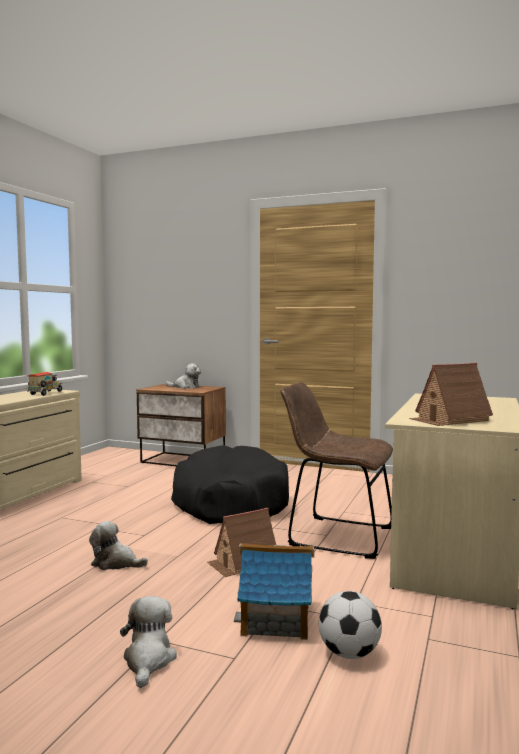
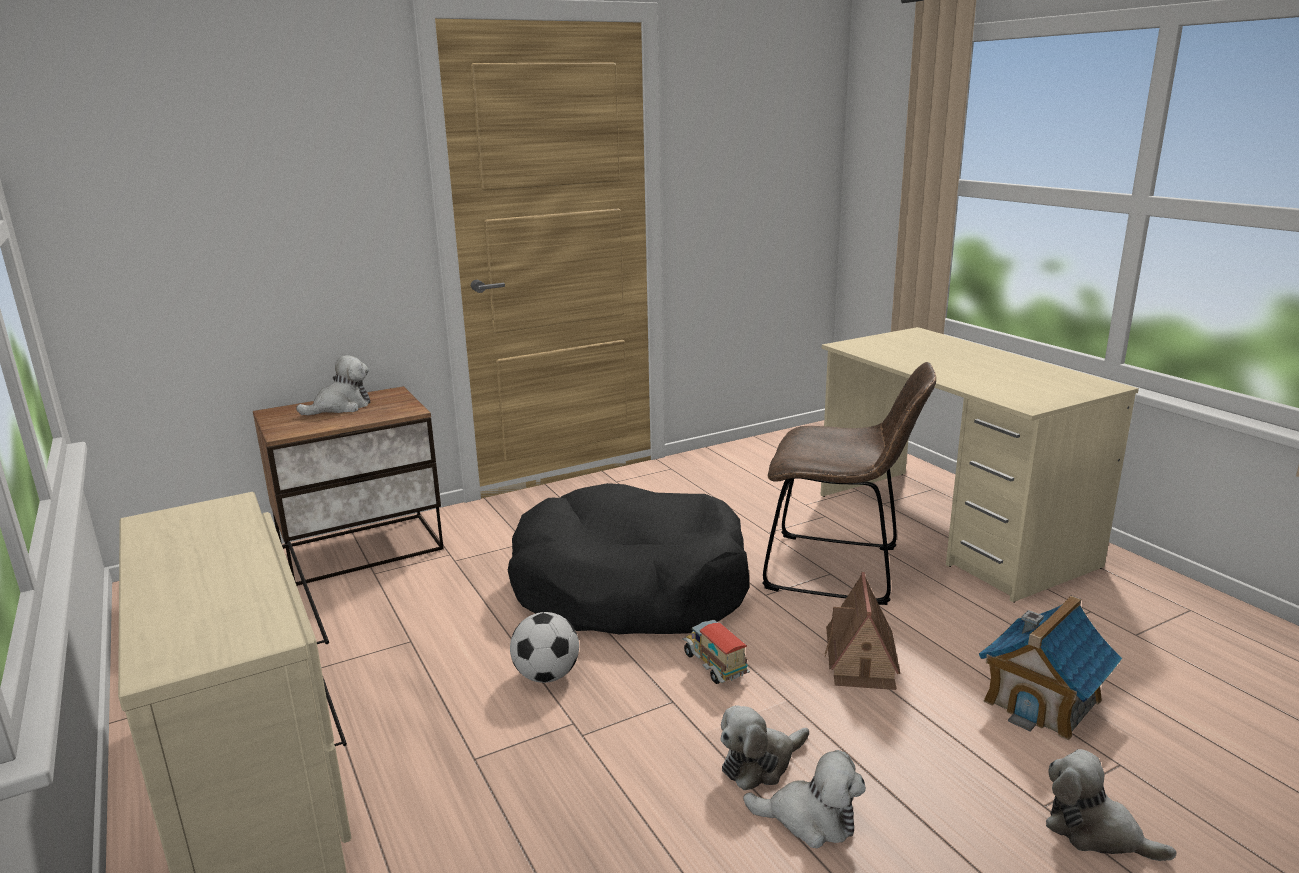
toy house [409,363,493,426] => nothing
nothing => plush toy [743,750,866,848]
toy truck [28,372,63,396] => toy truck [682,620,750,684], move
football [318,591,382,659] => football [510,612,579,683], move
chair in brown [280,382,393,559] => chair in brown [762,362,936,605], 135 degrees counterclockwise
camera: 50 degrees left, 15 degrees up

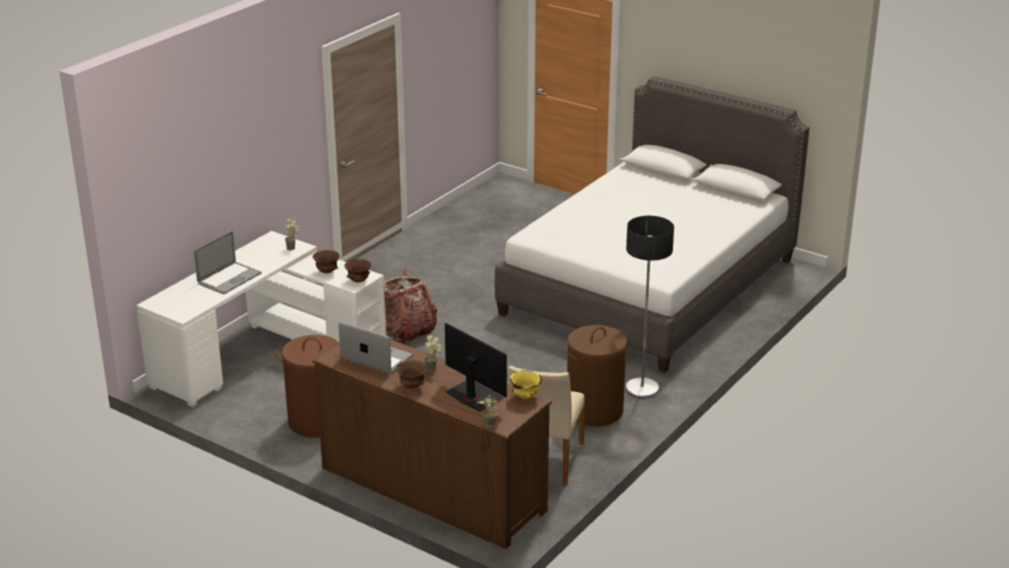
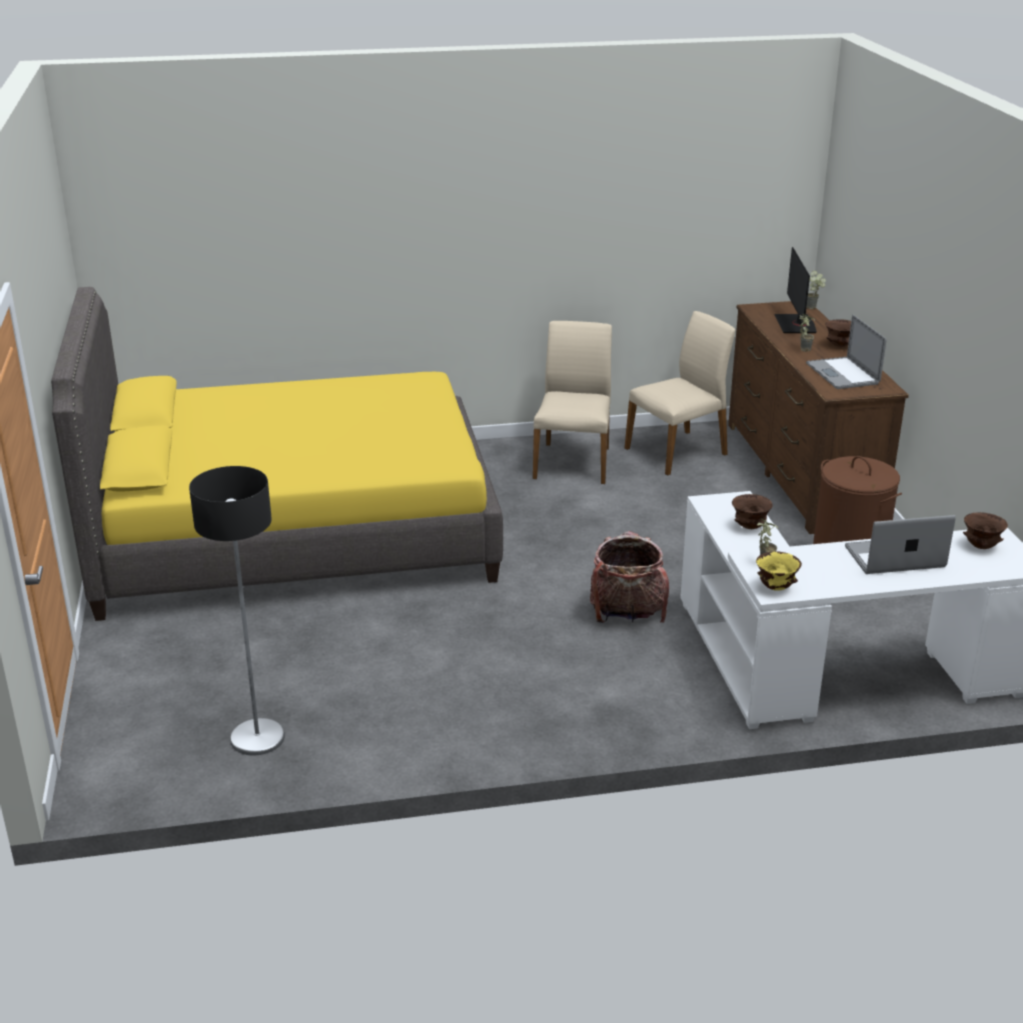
bowl in brown [344,259,371,282] => bowl in brown [963,512,1008,549], move
bowl in yellow [510,370,542,399] => bowl in yellow [756,551,802,591], move
floor lamp [625,216,674,399] => floor lamp [189,466,285,755], move
laundry basket in brown [566,325,628,427] => chair in beige [533,321,612,484]
bed in white [495,76,810,373] => bed in yellow [51,287,503,621]
camera: 135 degrees left, 0 degrees up

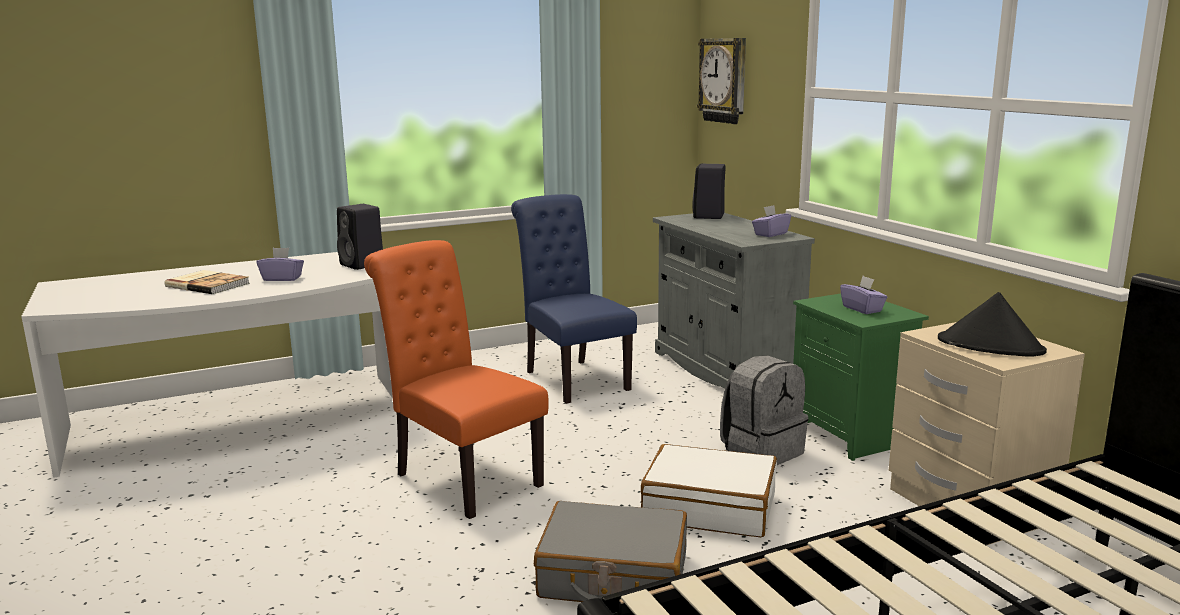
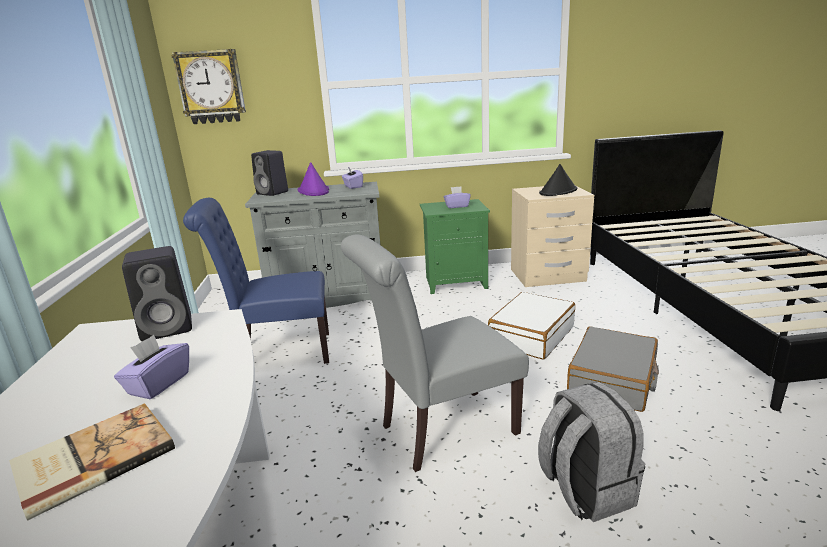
nothing => hat in purple [298,162,329,196]
backpack in grey [720,355,808,465] => backpack in grey [538,382,645,522], move
chair in orange [364,240,549,519] => chair in grey [341,235,529,472]
camera: 70 degrees left, 5 degrees up

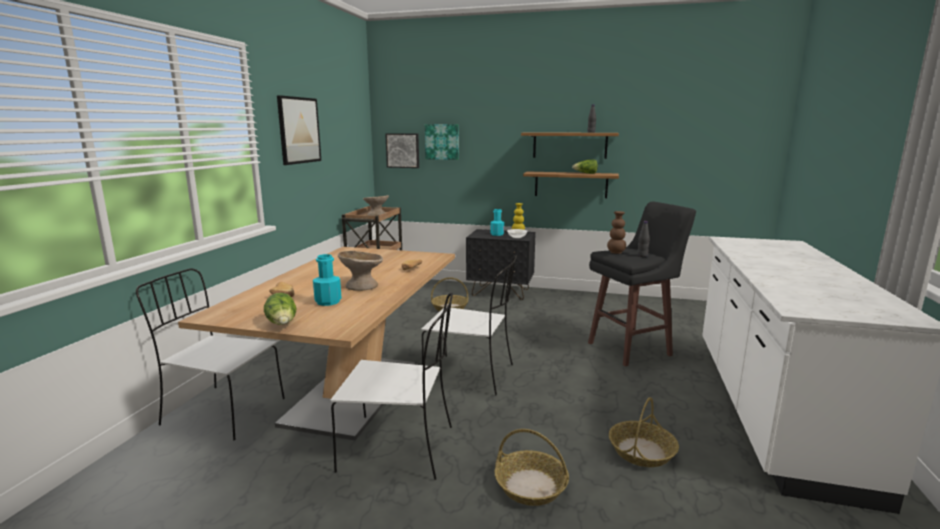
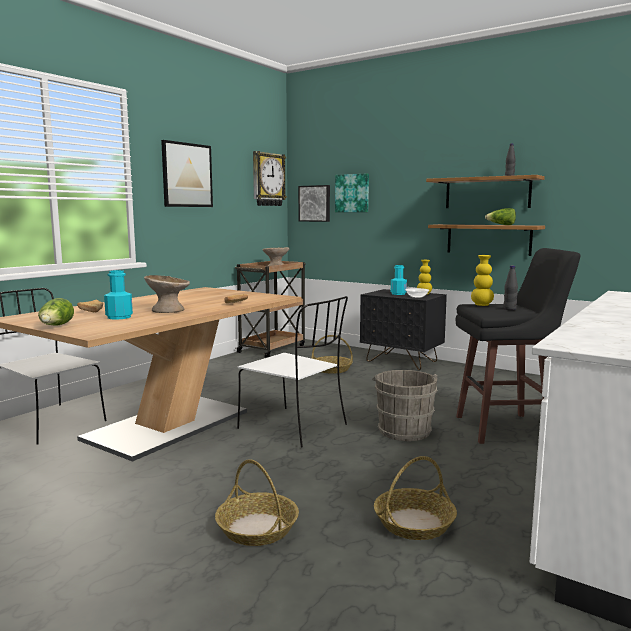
chair in white [331,293,453,480] => nothing
nothing => wall clock [253,151,287,206]
nothing => bucket in grey [372,370,438,441]
vase in brown [607,211,626,254] => vase in yellow [471,255,494,306]
camera: 20 degrees right, 5 degrees down

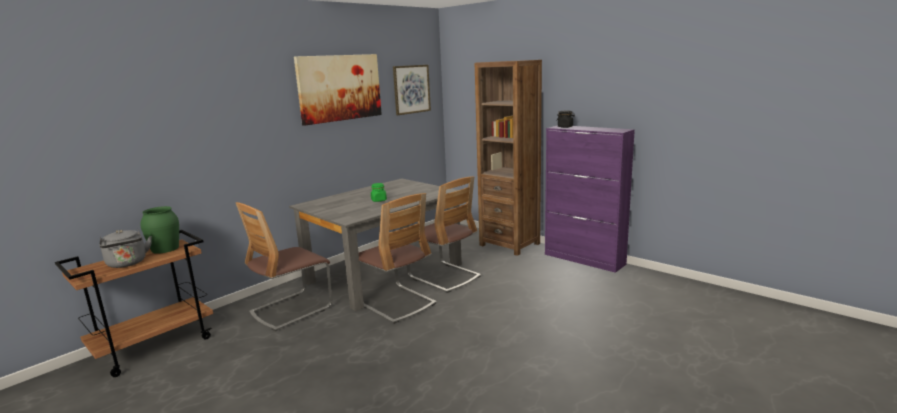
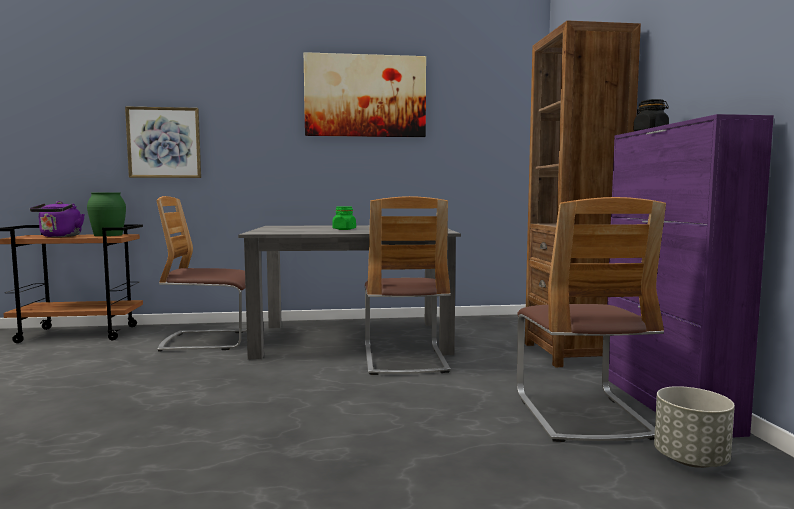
nothing => planter in grey [654,386,735,468]
chair [359,193,437,324] => chair [517,197,666,442], move
picture [393,65,431,115] => picture [125,106,201,178], move
kettle in grey [100,229,152,268] => kettle in purple [30,201,85,237]
camera: 40 degrees right, 10 degrees down

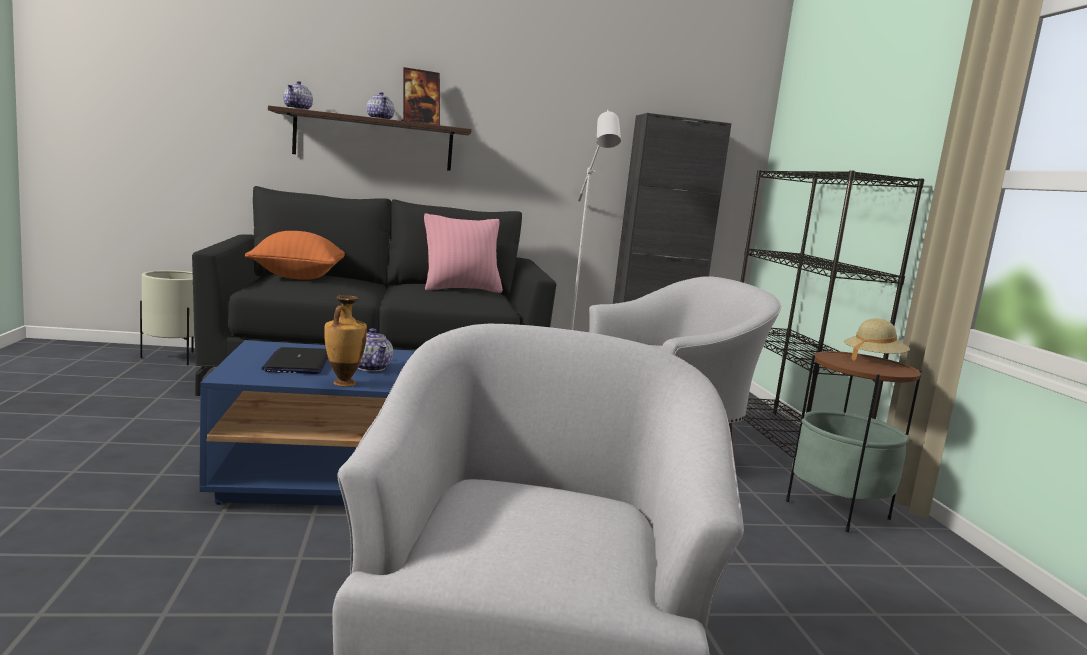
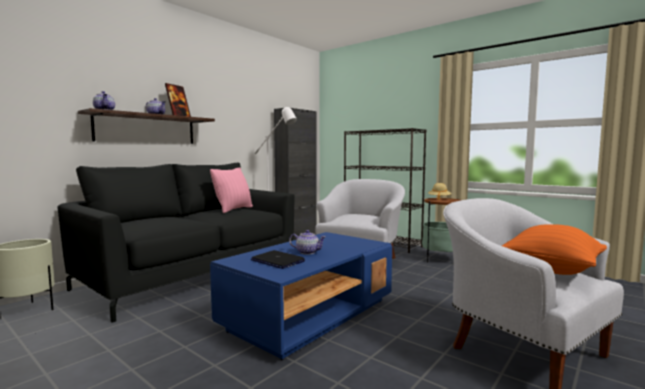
vase [324,295,367,387] => nothing
pillow in orange [245,231,345,280] => pillow in orange [502,224,607,275], move
camera: 40 degrees left, 5 degrees down

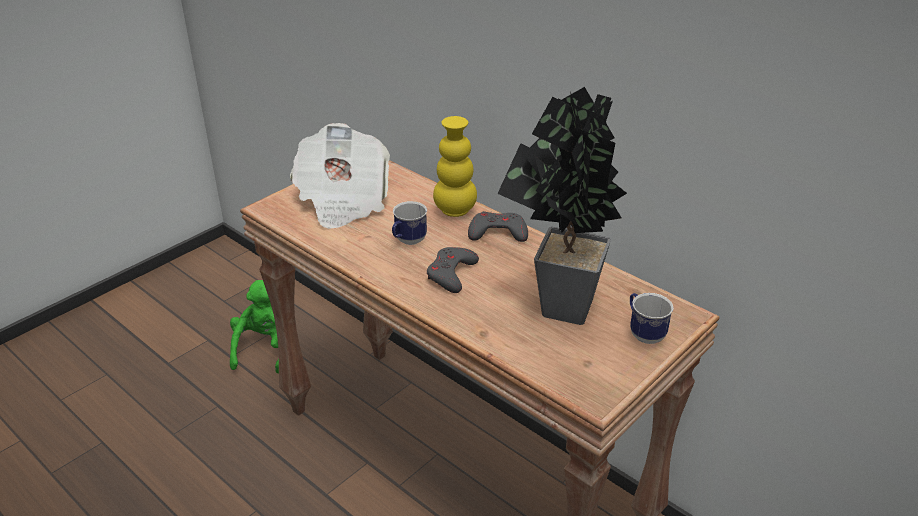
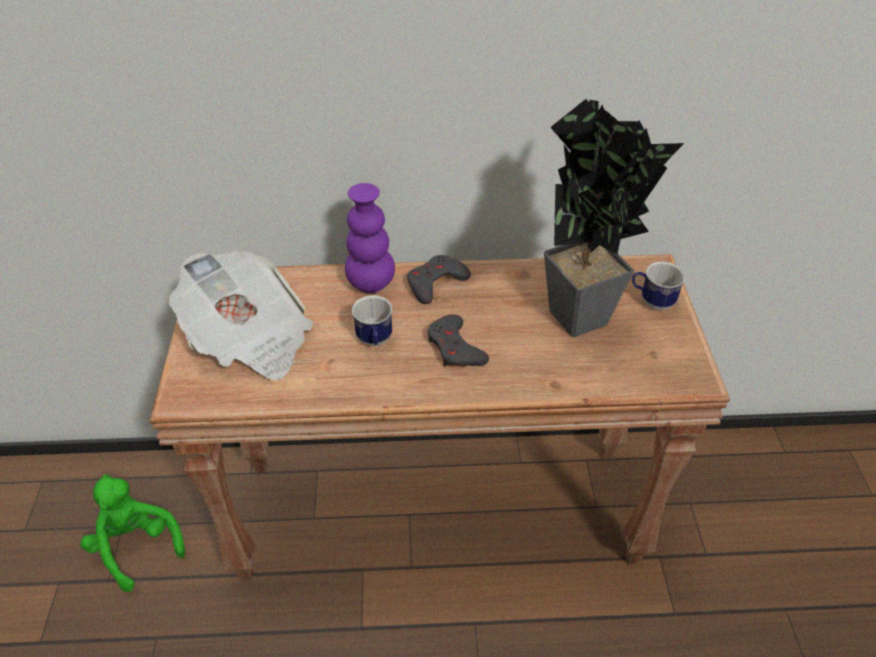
vase in yellow [433,116,477,217] => vase in purple [345,183,395,293]
camera: 45 degrees left, 10 degrees up

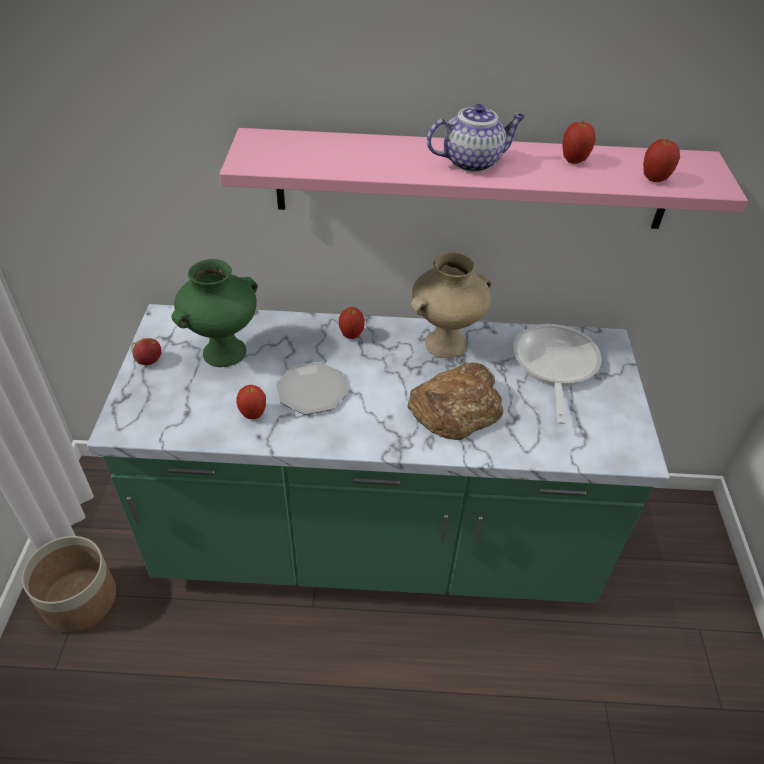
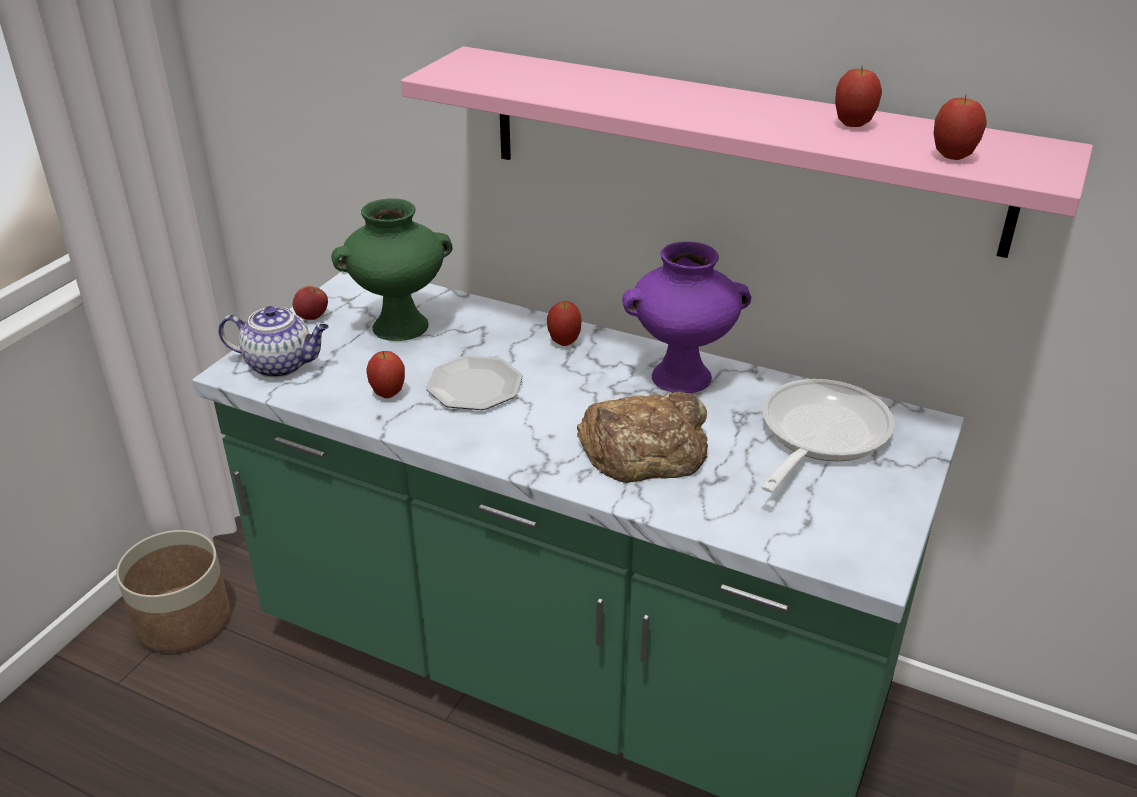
teapot [427,104,525,172] => teapot [218,306,329,378], move
vase in beige [411,252,492,358] => vase in purple [622,242,751,393]
camera: 25 degrees right, 10 degrees down

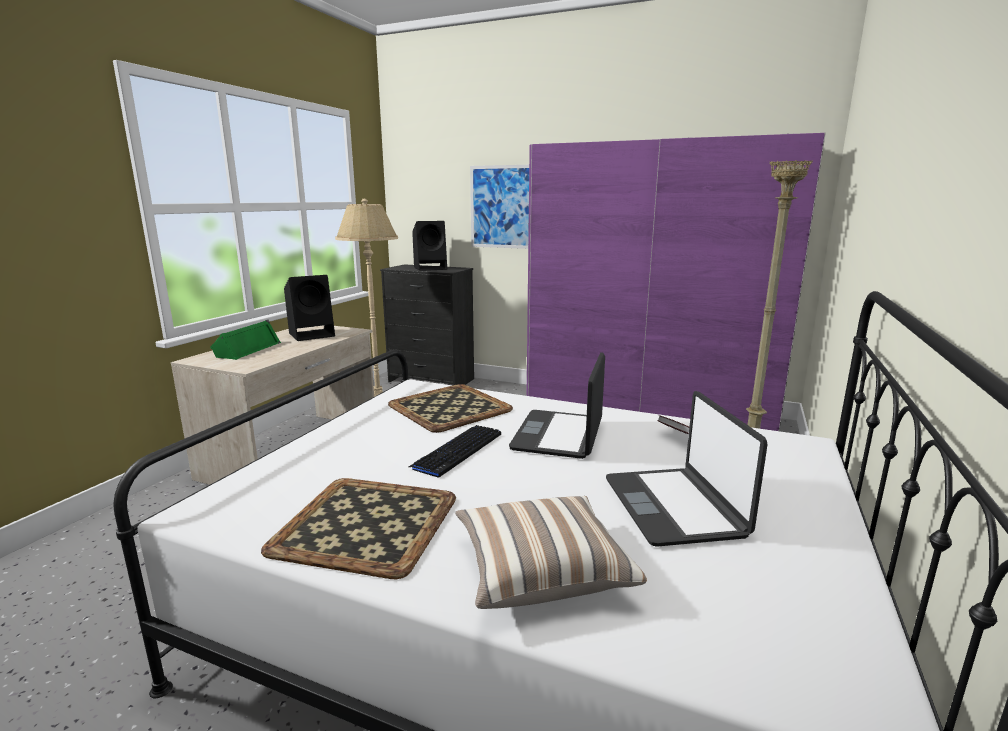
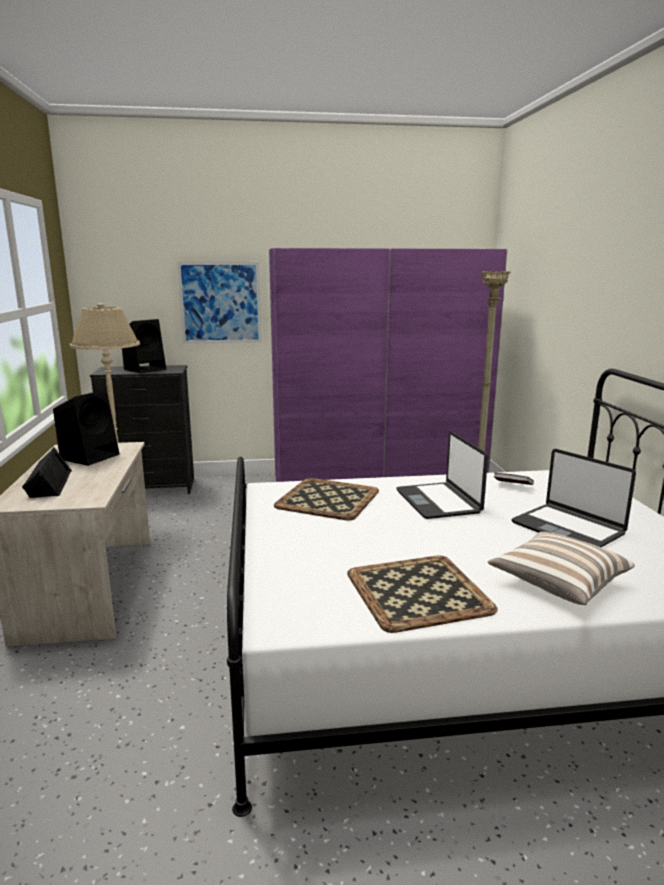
keyboard [409,425,501,477] => nothing
speaker in green [210,320,281,360] => speaker in black [22,447,72,498]
camera: 30 degrees left, 0 degrees up

